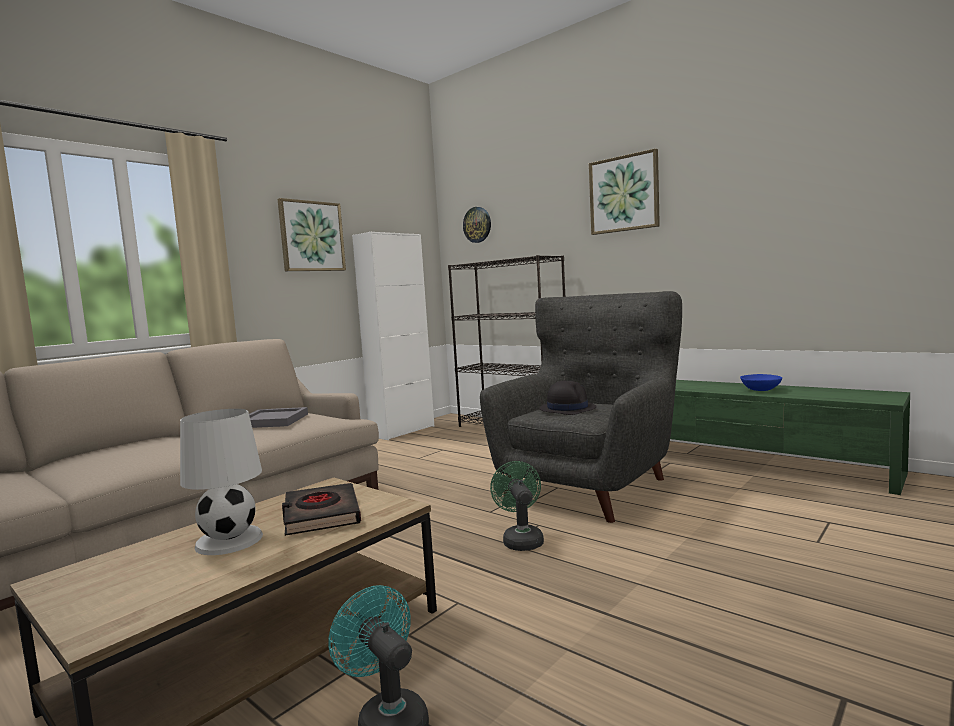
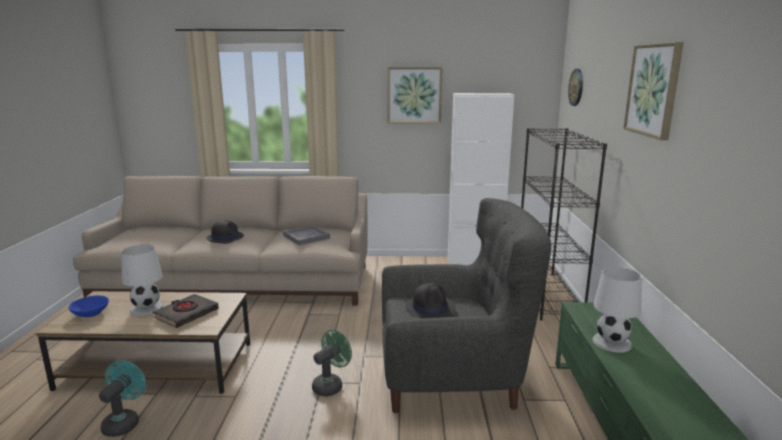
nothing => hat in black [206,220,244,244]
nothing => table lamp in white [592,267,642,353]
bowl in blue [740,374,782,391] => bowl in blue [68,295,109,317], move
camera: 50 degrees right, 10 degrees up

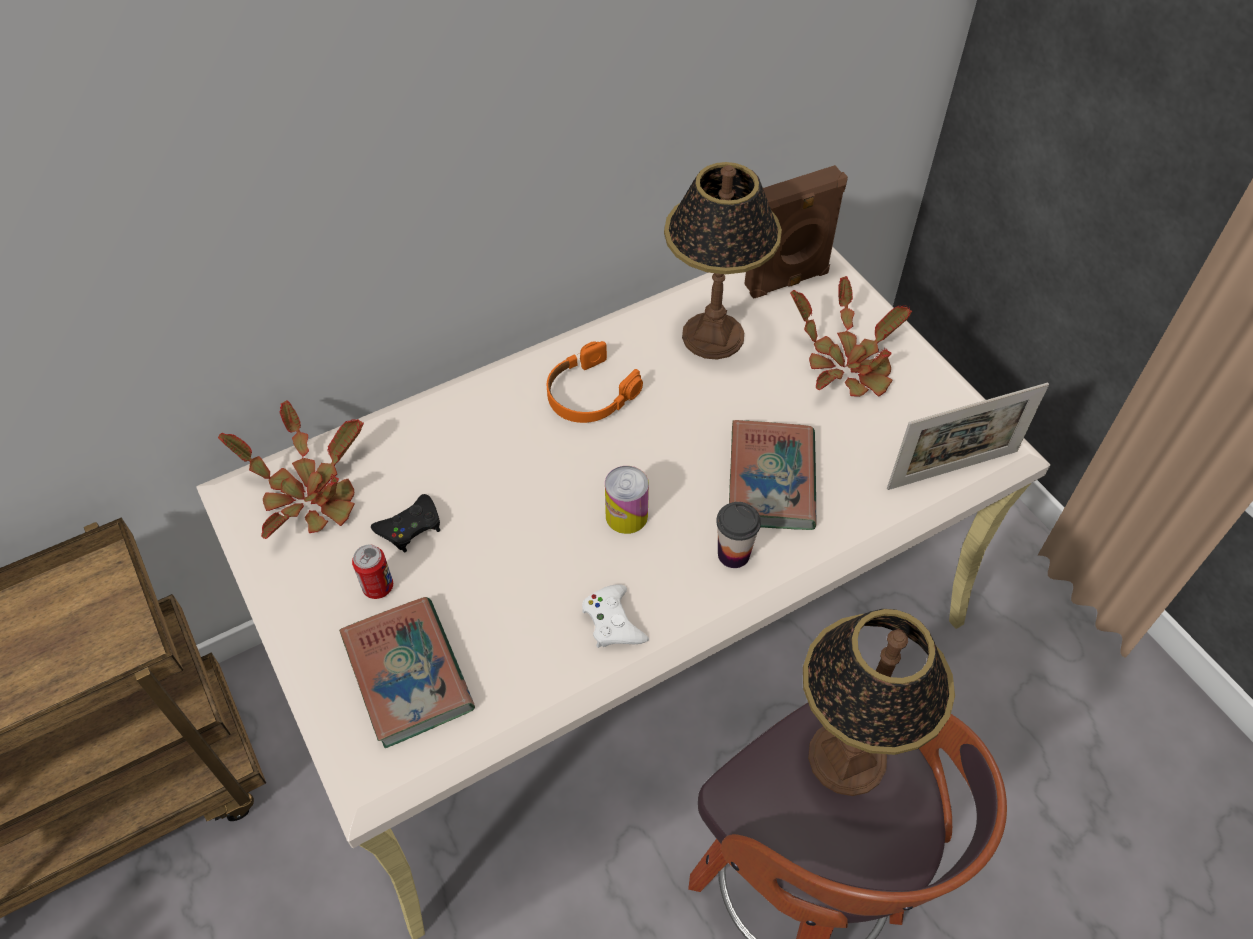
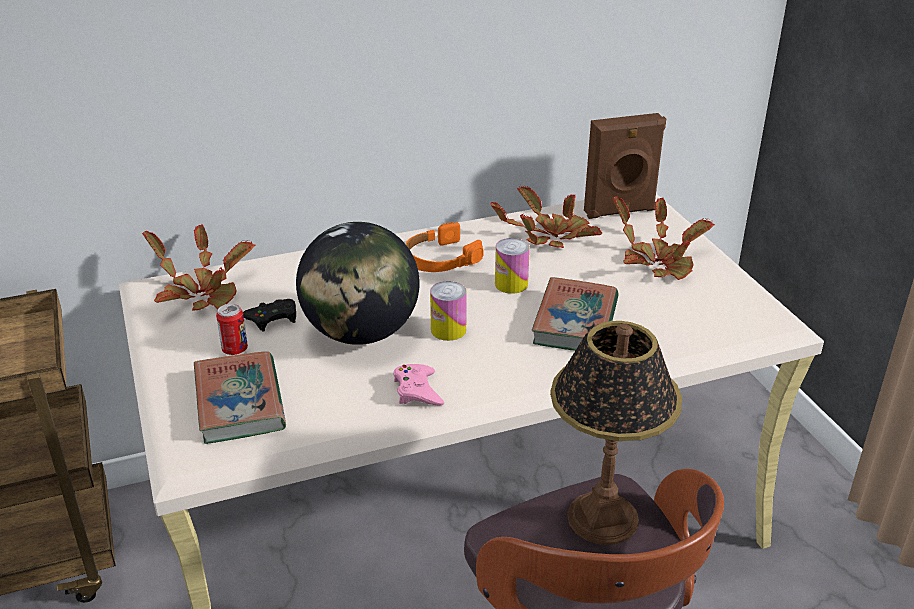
cup [716,502,761,568] => nothing
picture frame [887,383,1049,490] => nothing
nothing => globe [296,222,420,345]
nothing => can [495,238,530,294]
table lamp [664,162,782,360] => potted plant [491,185,602,248]
game controller in white [582,584,649,648] => game controller in pink [393,364,444,405]
camera: 10 degrees right, 20 degrees down

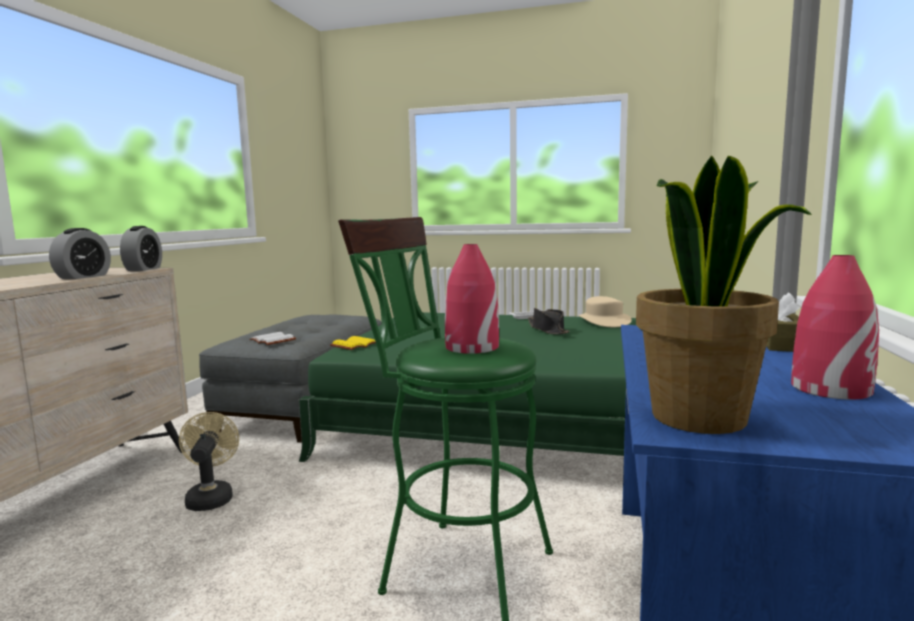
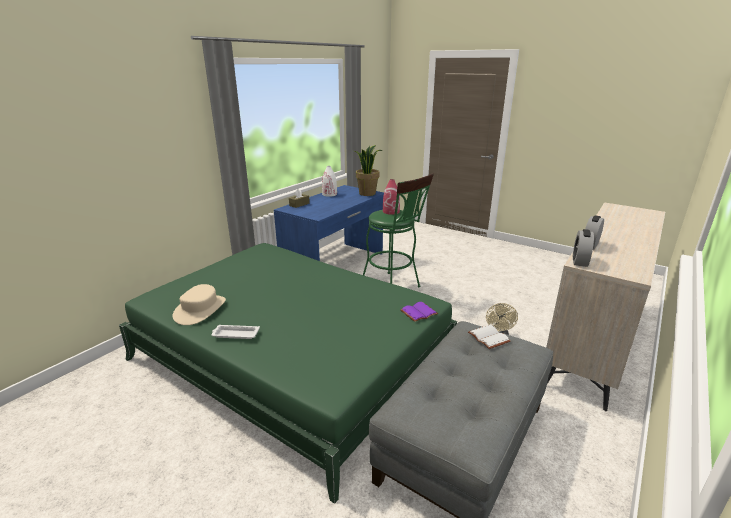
hat in black [528,308,569,335] => nothing
book in yellow [330,336,376,350] => book in purple [400,302,438,322]
vase in red [791,255,879,400] => vase in white [322,166,337,197]
camera: 160 degrees left, 15 degrees up

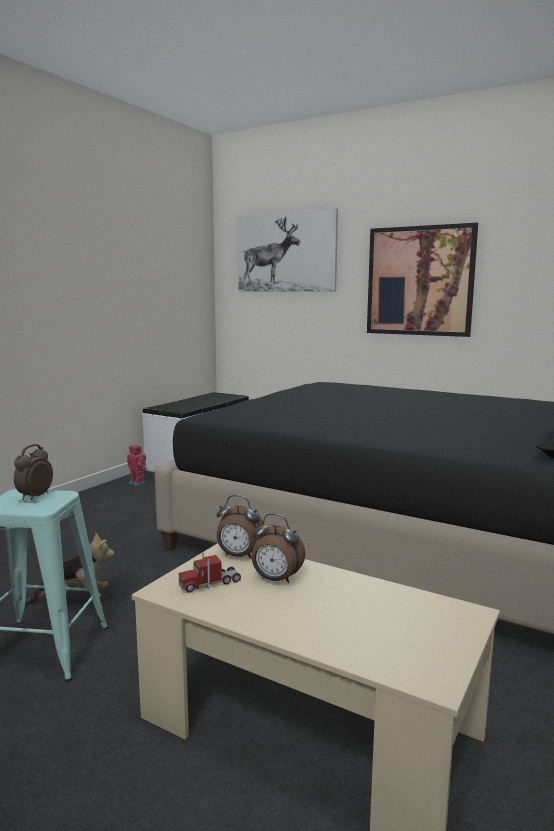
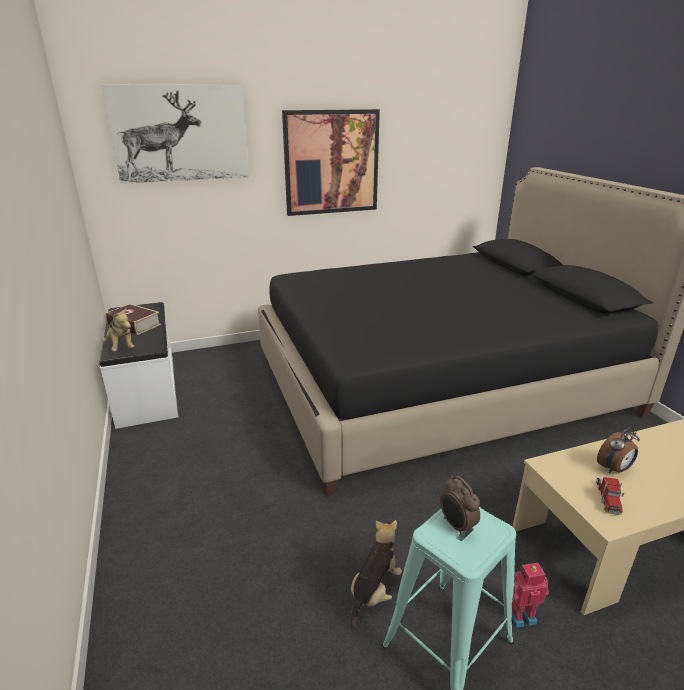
alarm clock [216,495,265,559] => nothing
nothing => plush toy [102,308,134,351]
nothing => book [106,304,161,335]
toy robot [127,444,147,486] => toy robot [512,563,549,628], move
camera: 50 degrees left, 15 degrees up

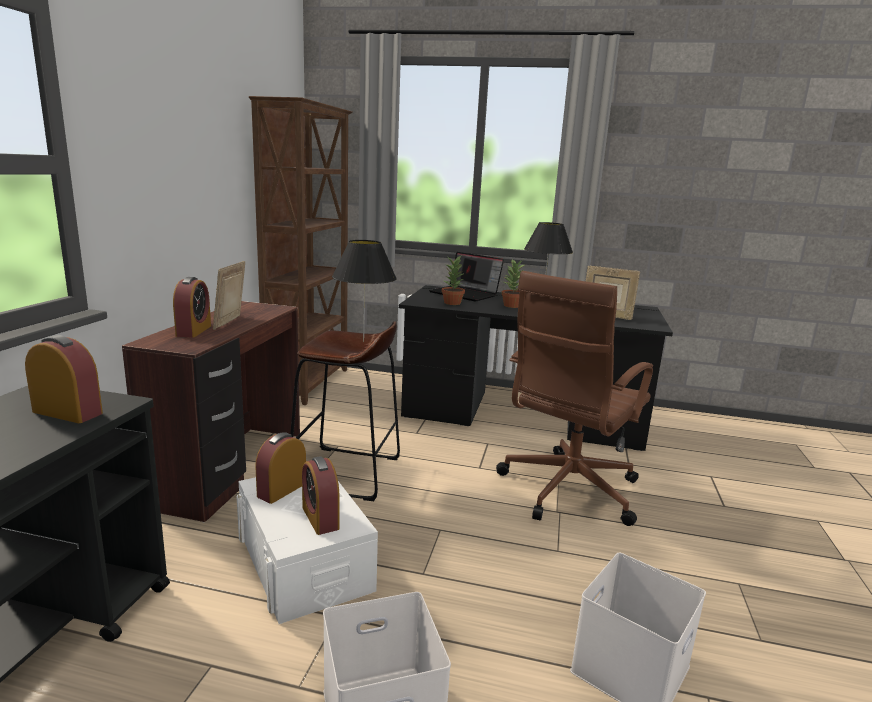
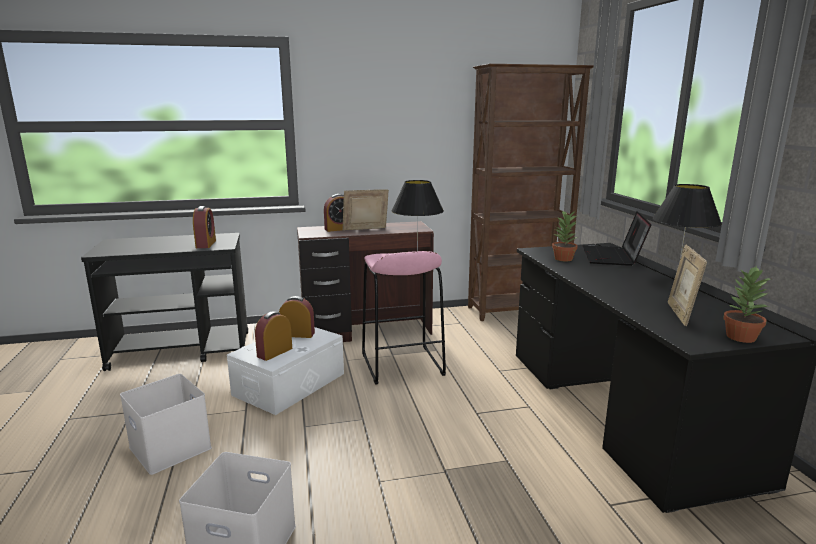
office chair in brown [496,271,653,526] => nothing
potted plant [501,259,525,308] => potted plant [723,266,770,343], move
stool in brown [290,321,400,501] => stool in pink [362,251,446,385]
camera: 65 degrees right, 0 degrees up

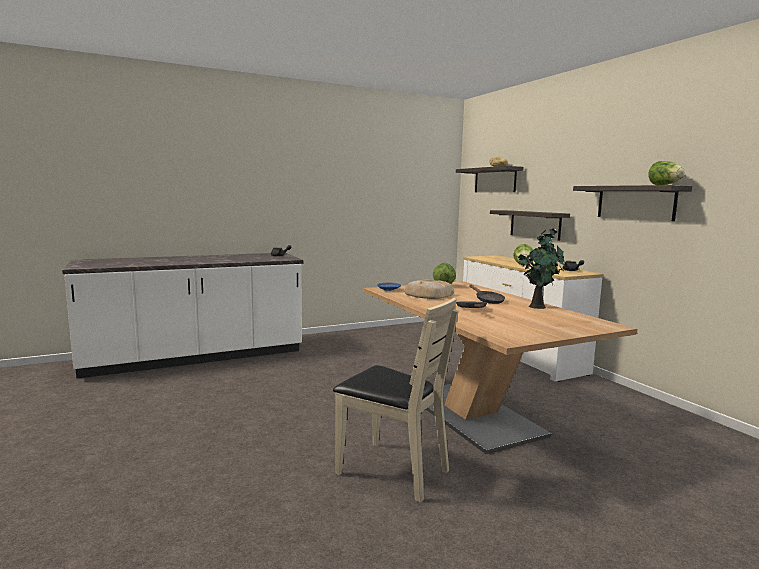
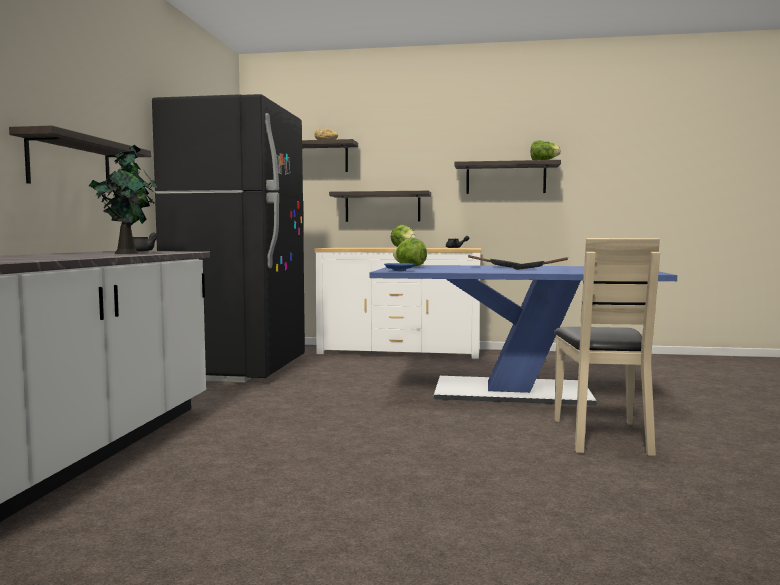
bread [405,279,454,299] => nothing
nothing => shelf [9,125,151,193]
nothing => fridge in black [152,94,305,383]
potted plant [518,229,565,309] => potted plant [89,145,157,254], move
dining table in brown [363,281,637,454] => dining table in blue [370,265,677,405]
chair in beige [333,298,459,502] => chair in beige [554,238,660,456], 120 degrees clockwise
camera: 55 degrees left, 5 degrees down

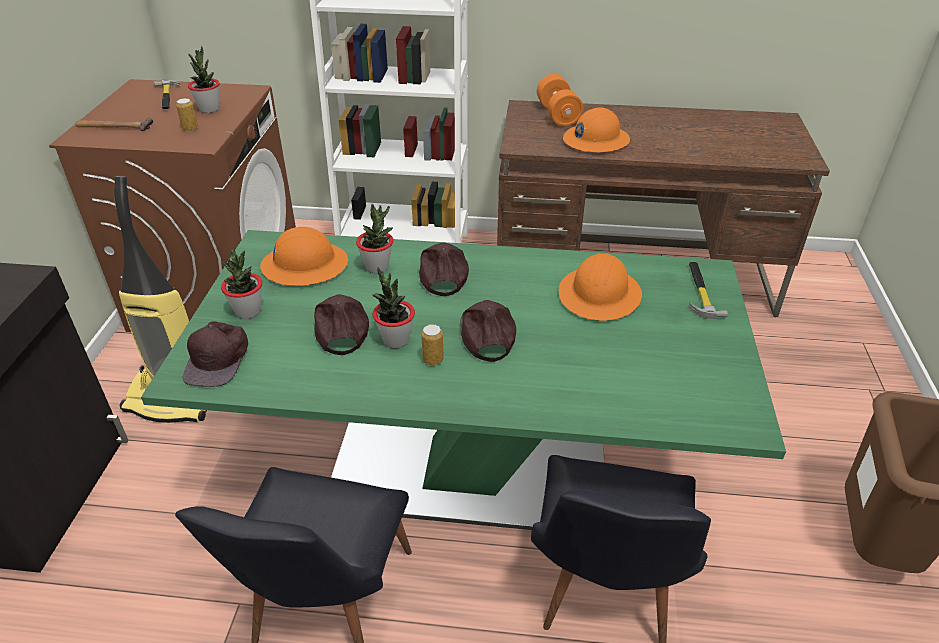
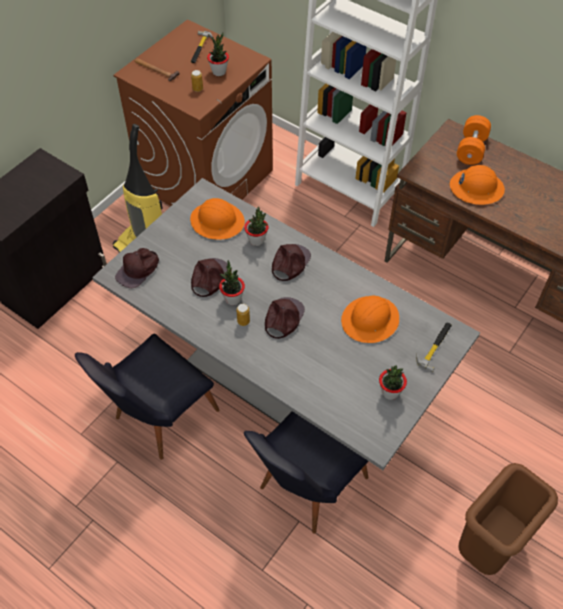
potted plant [221,249,262,319] => potted plant [379,365,407,400], move
dining table in green [141,230,786,530] => dining table in grey [92,178,480,470]
camera: 30 degrees right, 15 degrees up

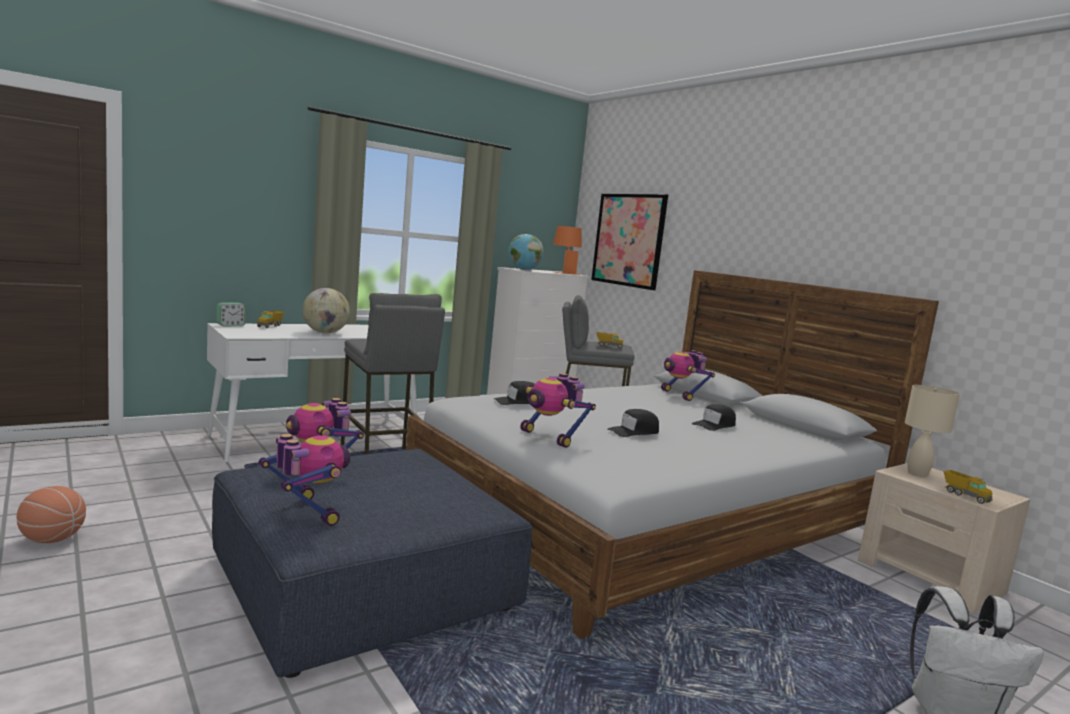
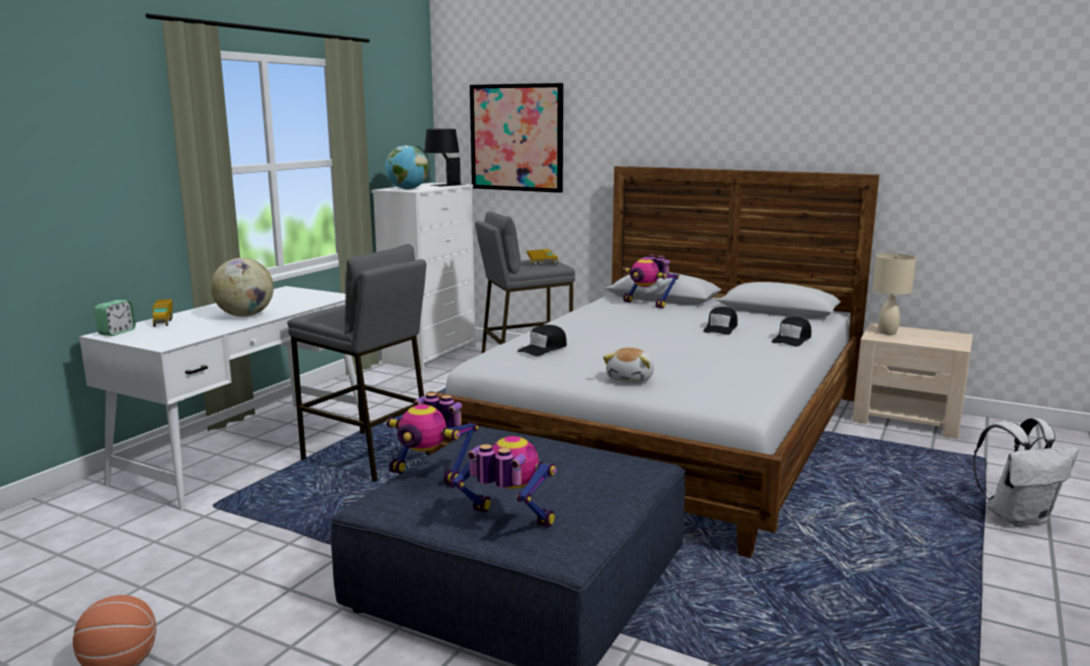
toy truck [943,470,993,504] => nothing
cap in black [607,409,659,437] => cap in black [771,317,811,347], move
toy robot [520,373,596,448] => plush toy [603,348,654,383]
table lamp in orange [553,226,582,275] => table lamp in black [424,129,464,187]
camera: 25 degrees left, 5 degrees up

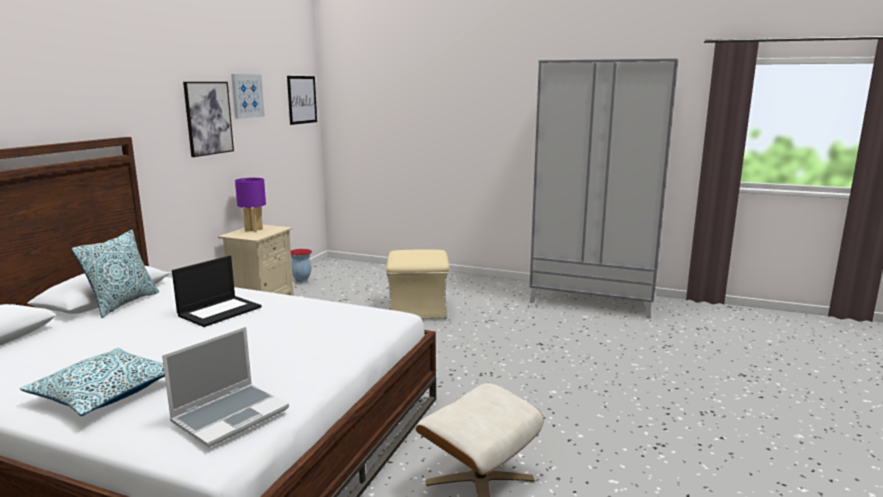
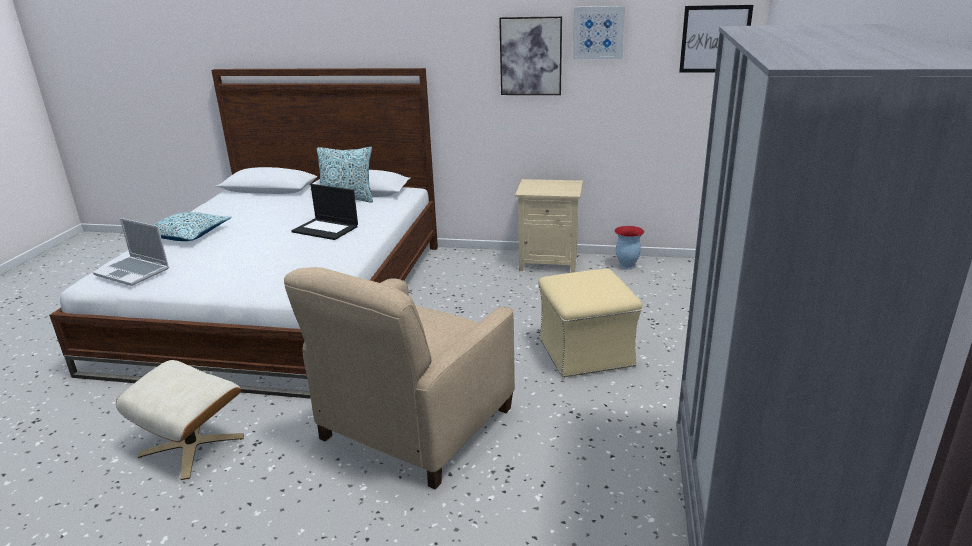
table lamp in purple [235,178,266,232] => nothing
nothing => armchair in beige [284,267,515,489]
camera: 80 degrees right, 10 degrees up

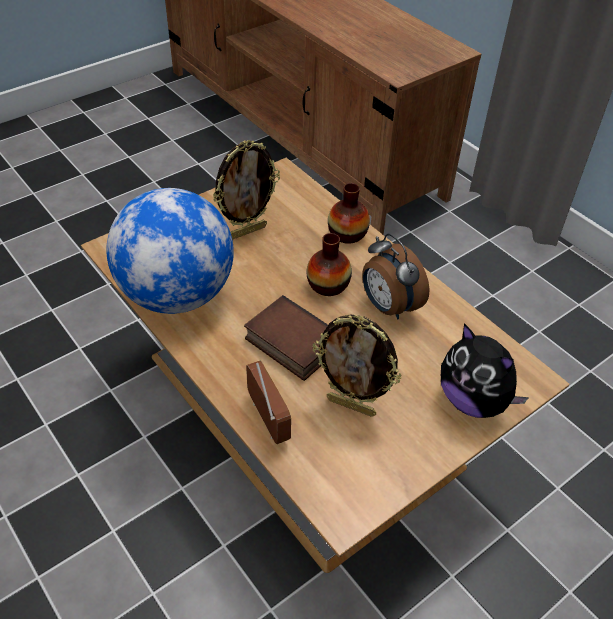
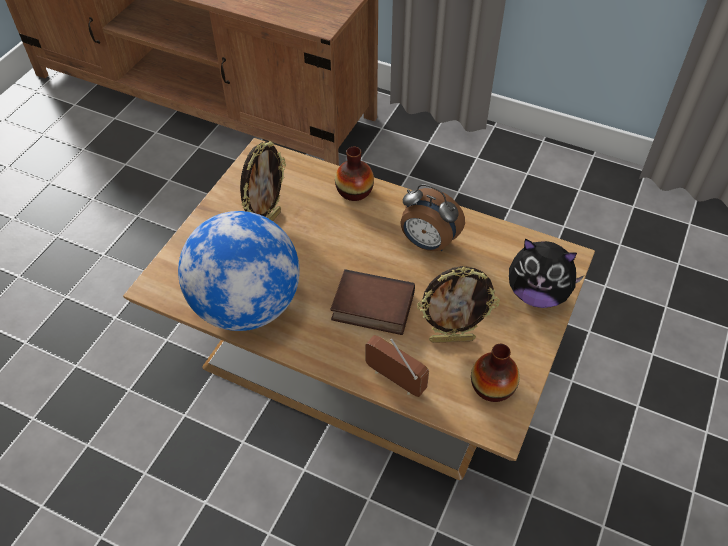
vase [306,233,352,296] => vase [471,344,520,402], move
camera: 25 degrees left, 5 degrees up

